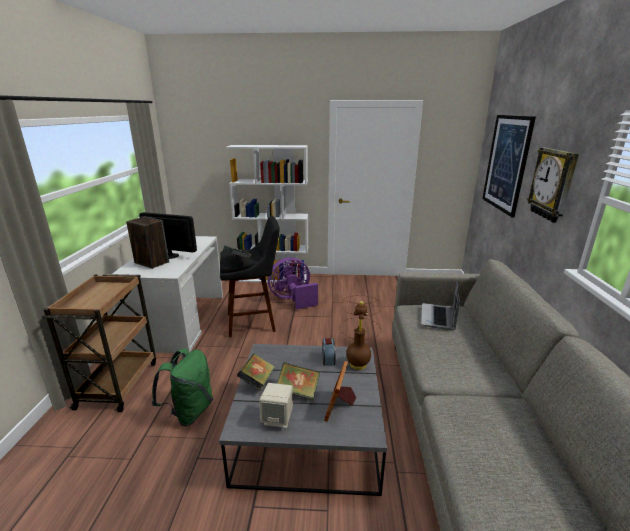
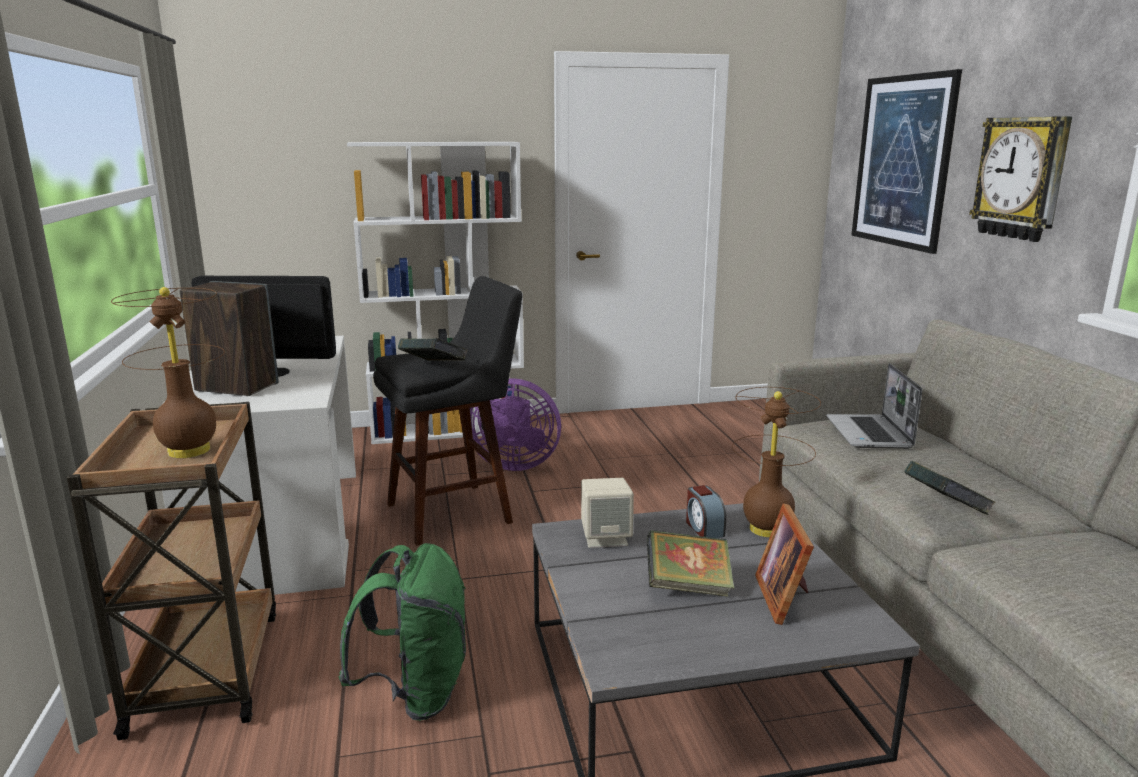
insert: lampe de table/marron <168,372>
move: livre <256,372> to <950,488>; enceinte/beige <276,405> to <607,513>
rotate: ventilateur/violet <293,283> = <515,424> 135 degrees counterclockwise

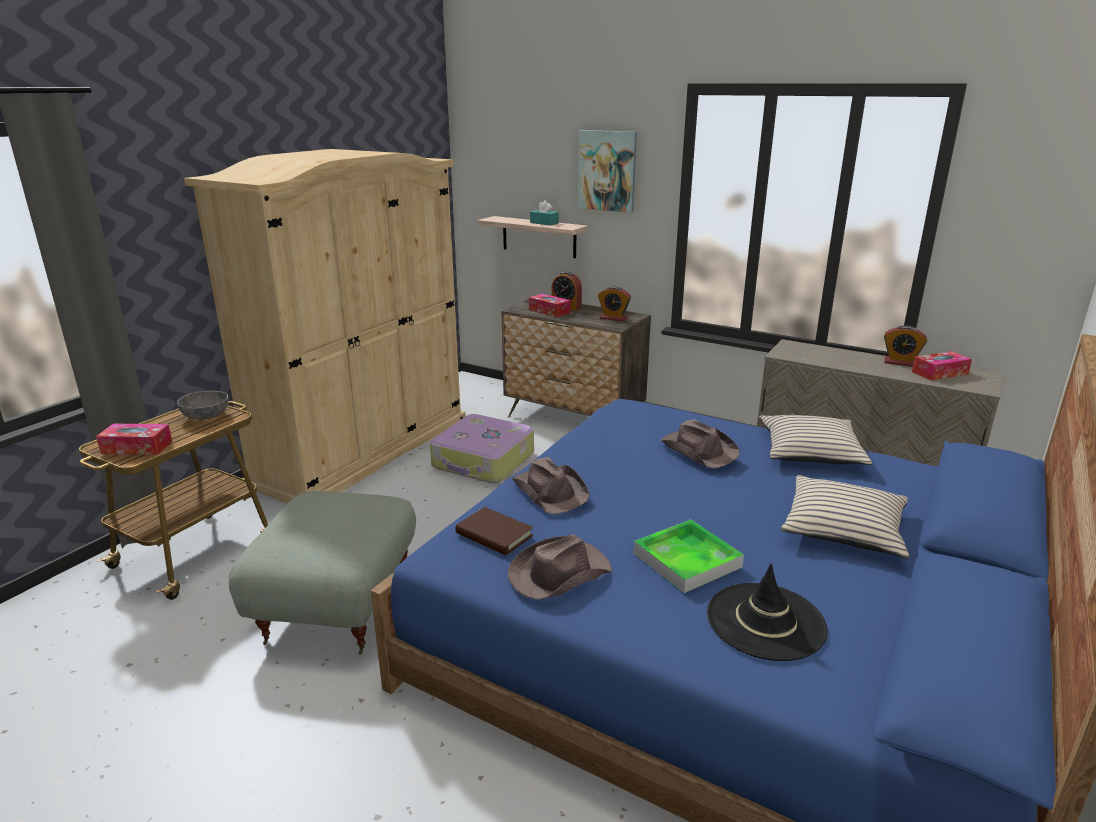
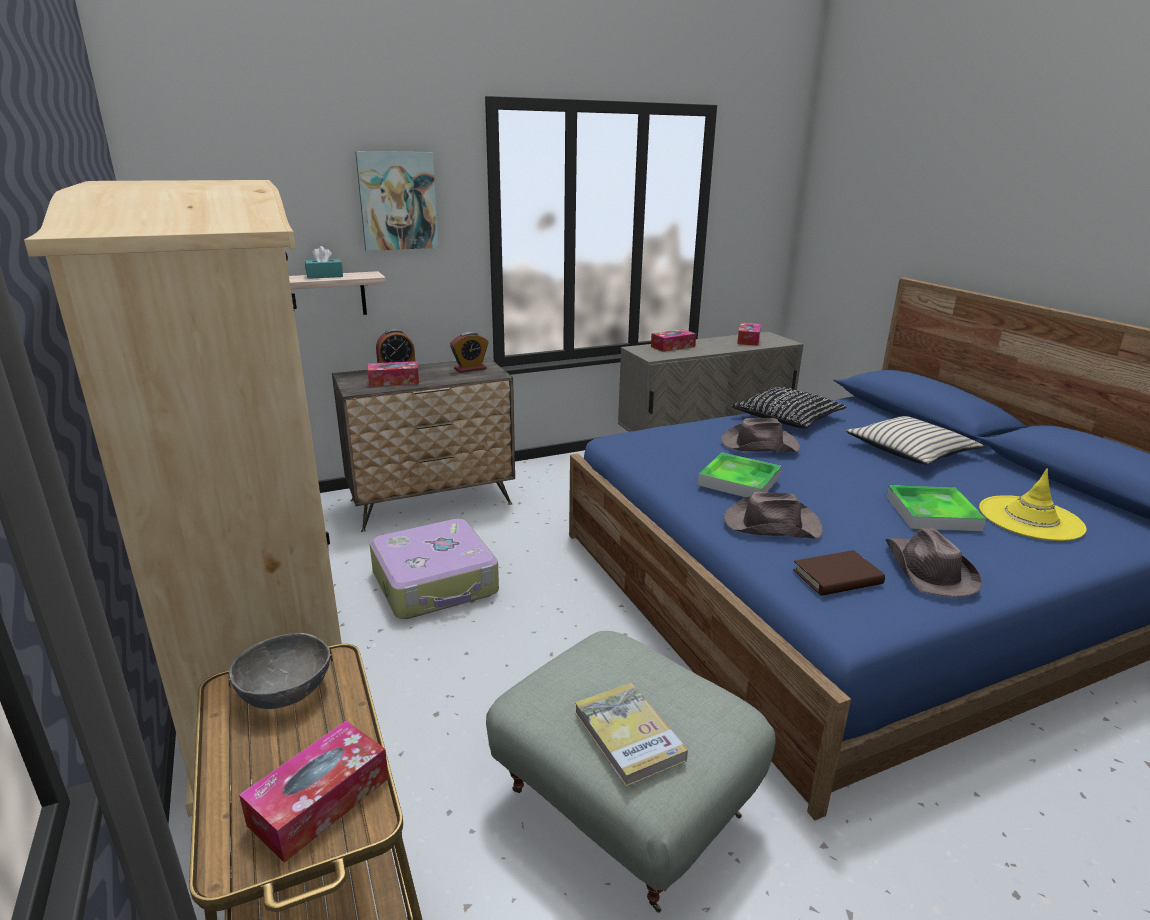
delete: réveil <905,346>
insert: livre <631,735>; boîte à mouchoirs <673,340>; plateau <739,475>
recolor: chapeau/noir <767,612> to chapeau/jaune <1033,504>; coussin/beige <815,440> to coussin/noir <789,408>

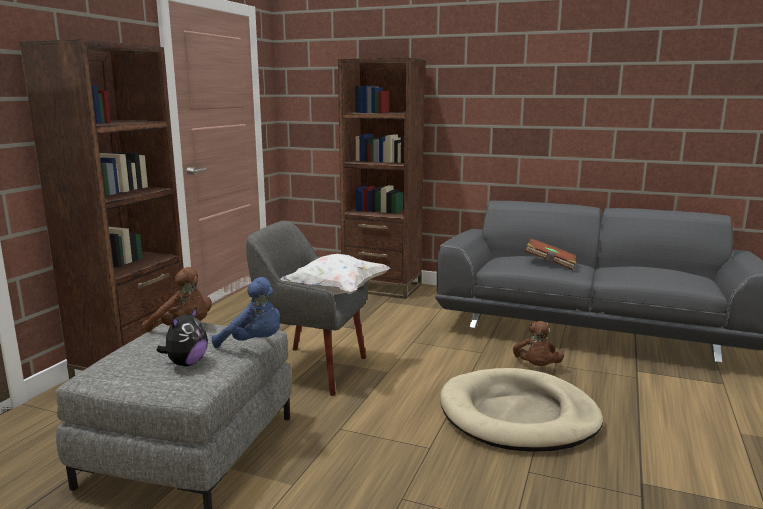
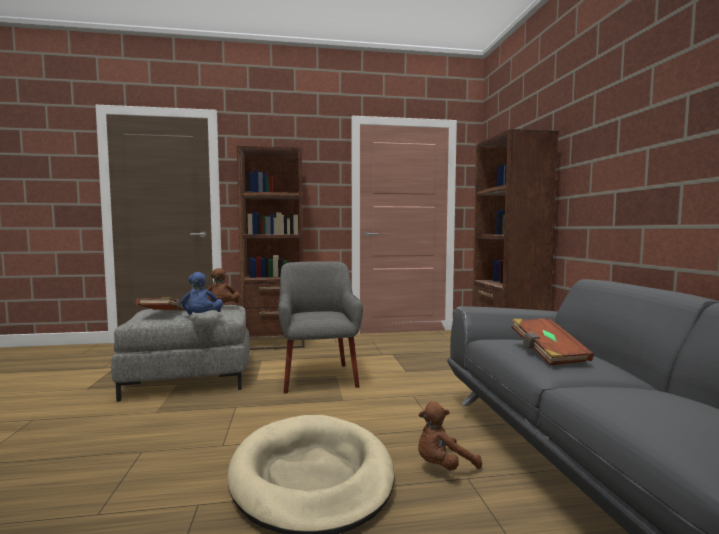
delete: coussin/blanc <335,274>
replace: peluche <182,336> to livre/marron <159,303>

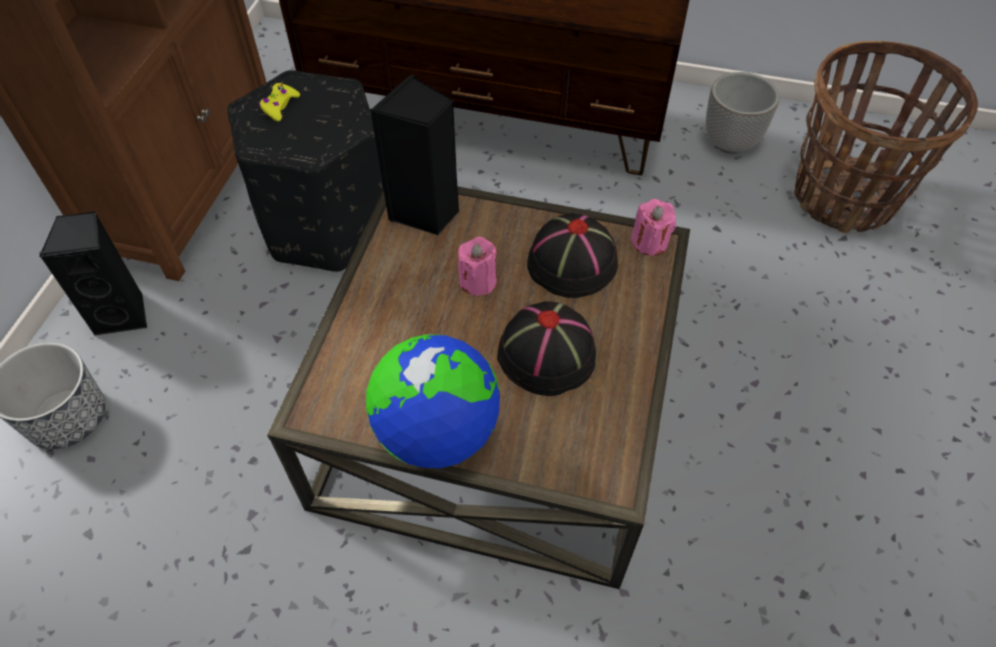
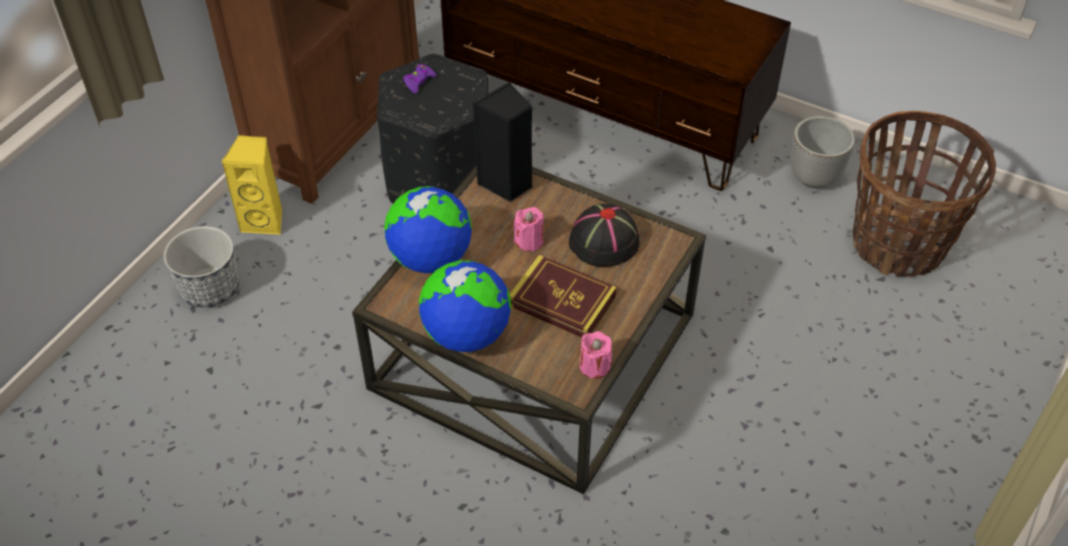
insert: globe <428,229>
move: bougie/rose <653,227> to <595,355>
replace: chapeau/noir <546,348> to livre <562,296>
recolor: enceinte/noir <93,273> to enceinte/jaune <251,185>; manette/jaune <279,102> to manette/violet <420,79>

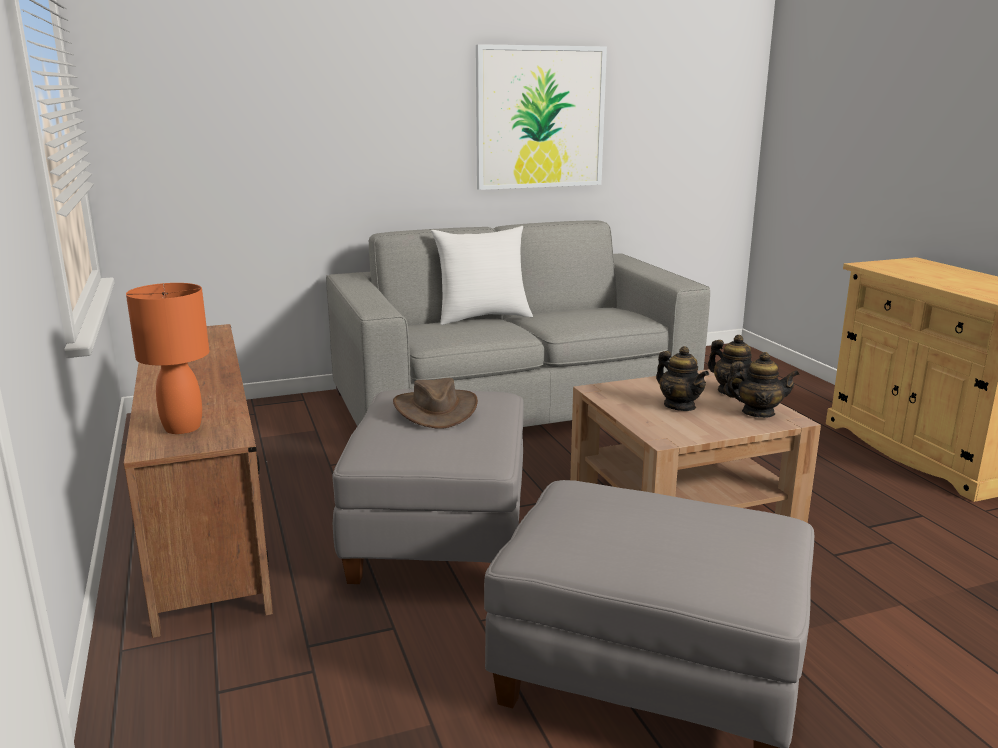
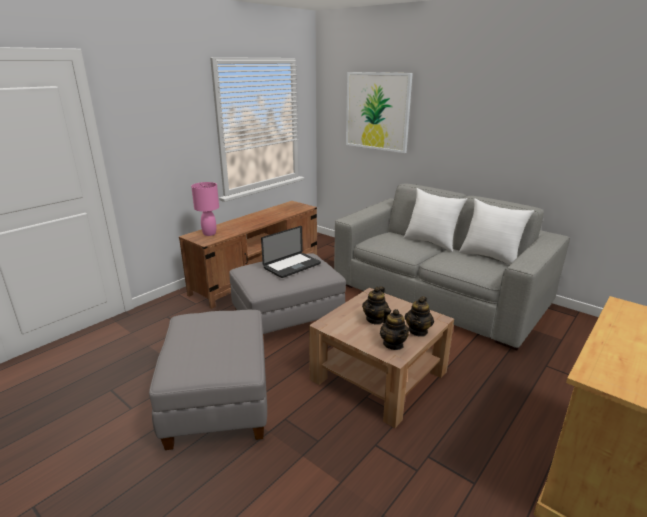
insert: coussin/blanc <496,231>
move: tableau <541,117> to <379,112>
replace: chapeau/marron <435,403> to ordinateur portable <291,252>
recolor: lampe de table/orange <167,358> to lampe de table/rose <205,209>

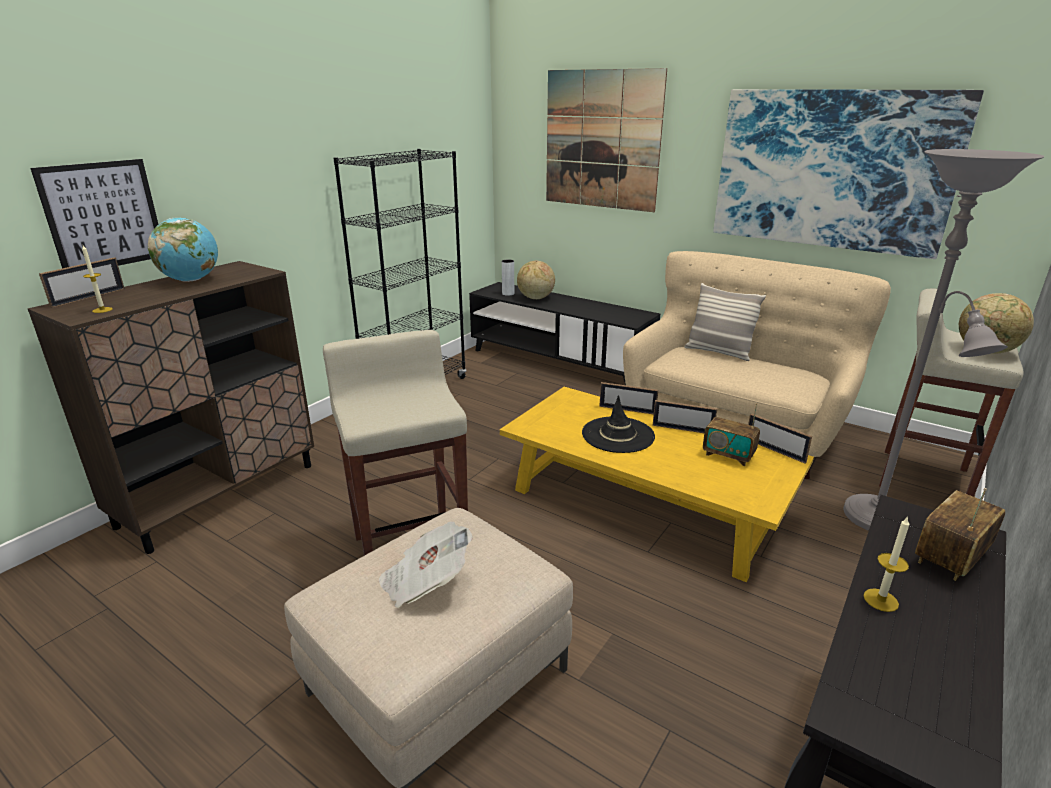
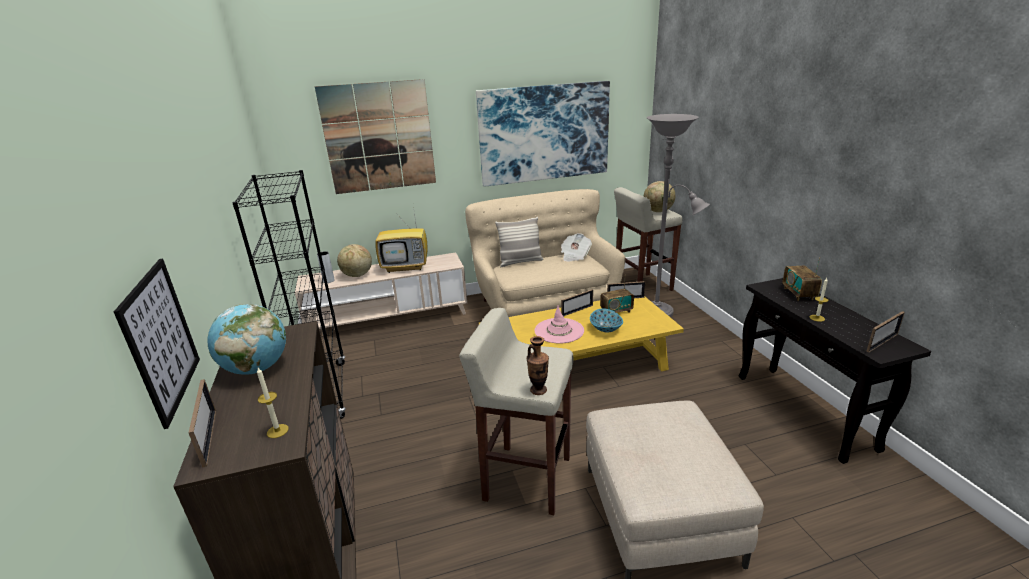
insert: téléviseur <401,239>; vase <538,365>; bol <606,321>
move: journal <425,565> to <576,247>; cadre photo <628,398> to <885,332>
recolor: meuble télé/noir <564,333> to meuble télé/beige <381,291>; chapeau/noir <618,424> to chapeau/rose <559,324>

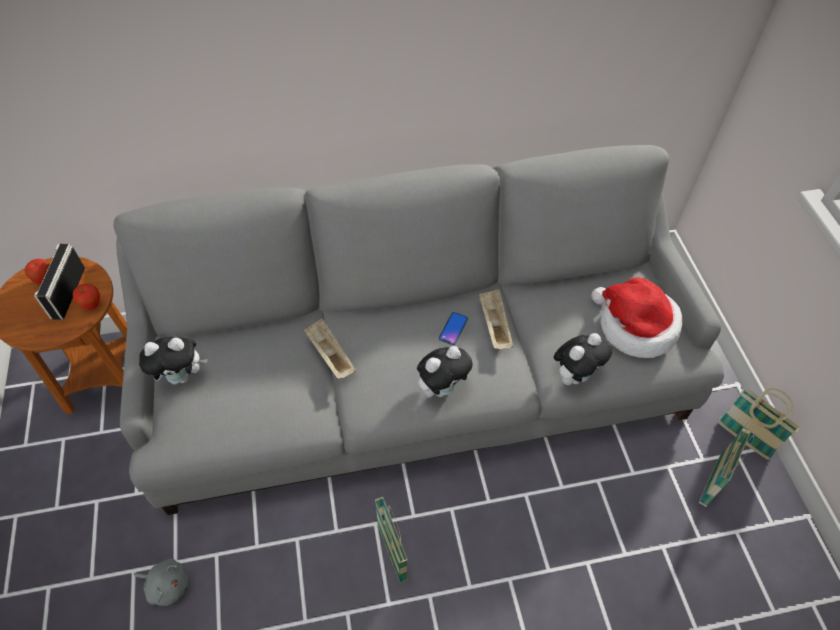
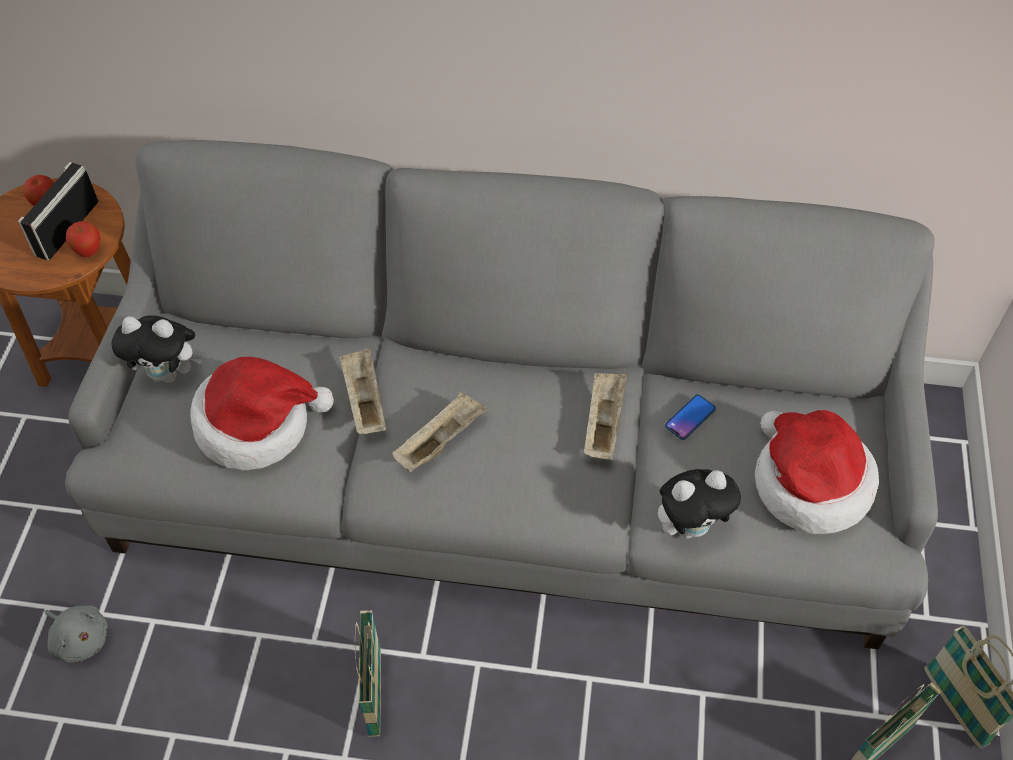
delete: peluche <444,371>
insert: chapeau <262,413>; plateau/beige <440,432>
move: téléphone <453,328> to <690,417>

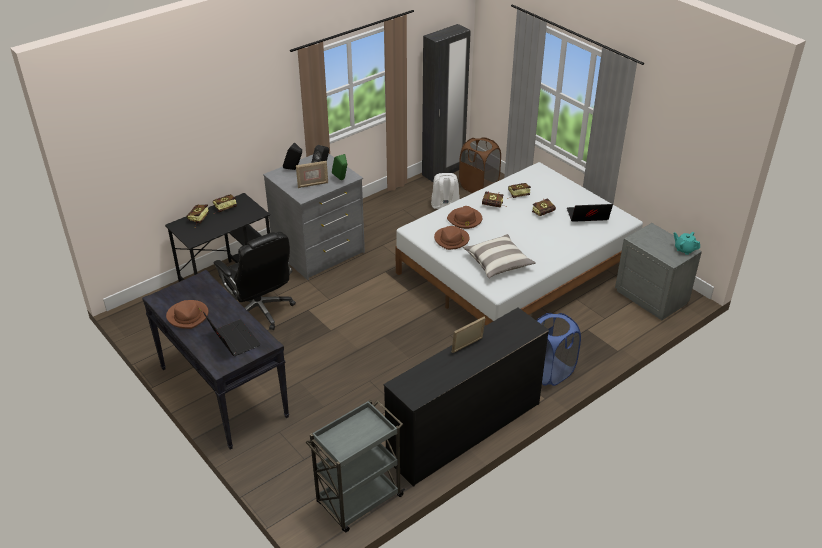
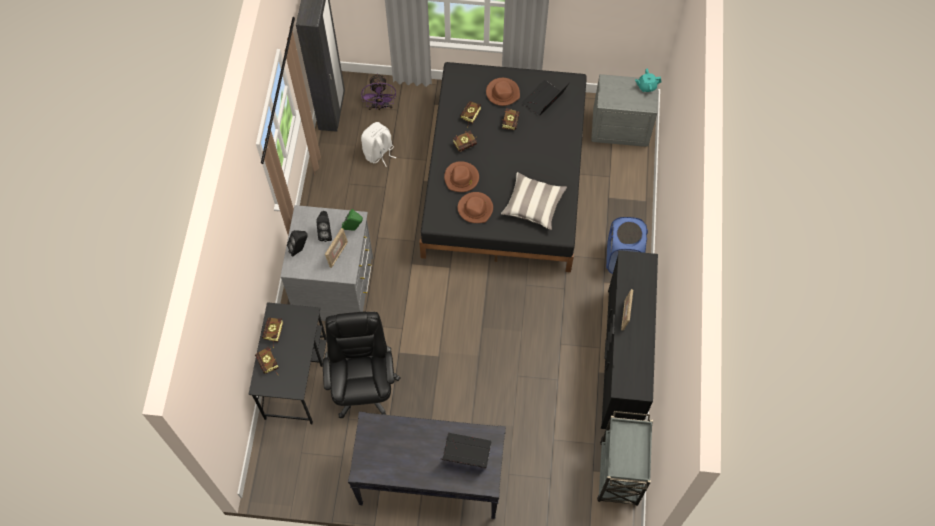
move: chapeau/marron <187,314> to <503,92>
replace: panier à linge/marron <480,165> to ventilateur/violet <378,92>
recolor: lit/blanc <519,243> to lit/noir <503,167>
rotate: chaise de bureau/noir <255,281> = <362,365> 105 degrees counterclockwise

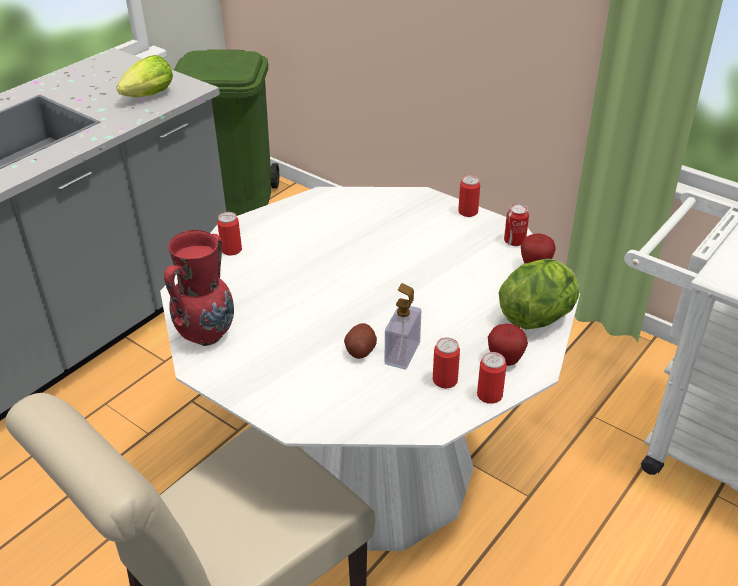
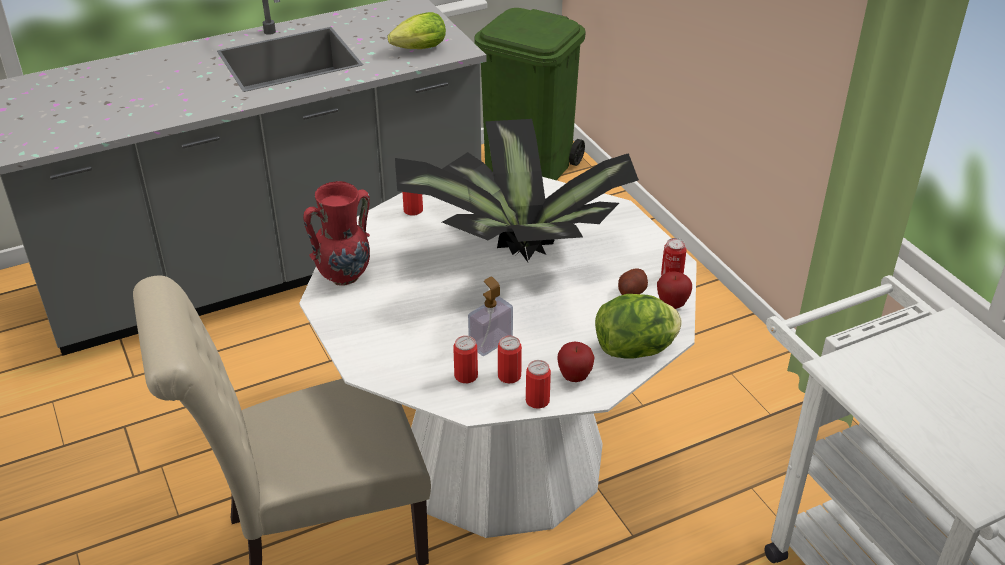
insert: plante en pot <517,190>
move: pomme de terre <360,341> to <633,281>; boîte métallique <469,196> to <465,359>

